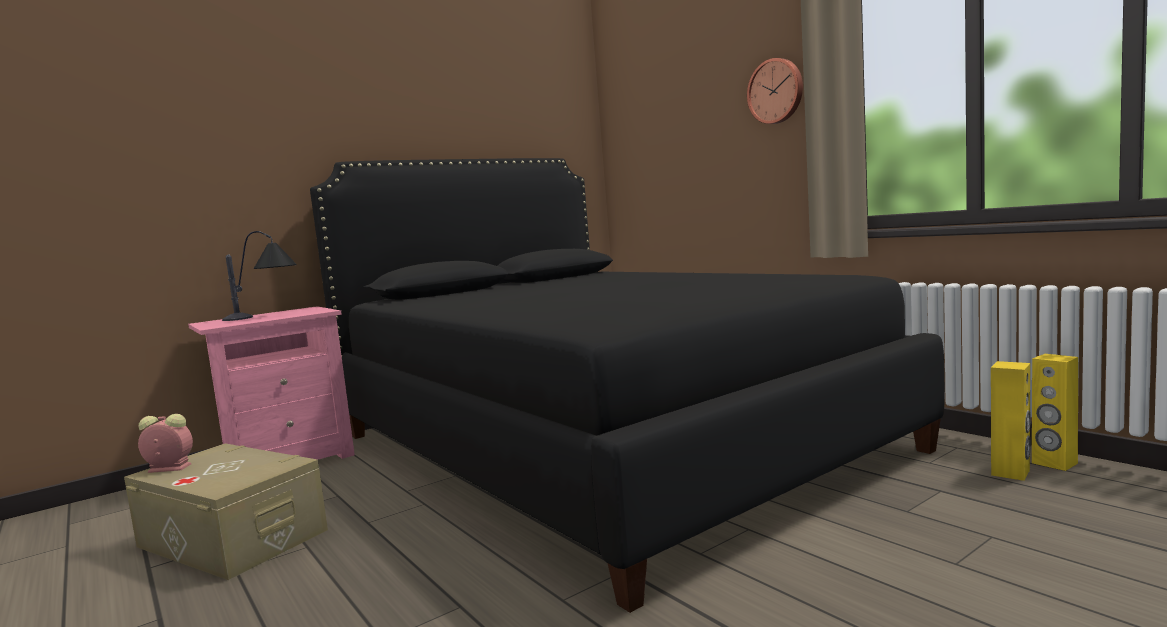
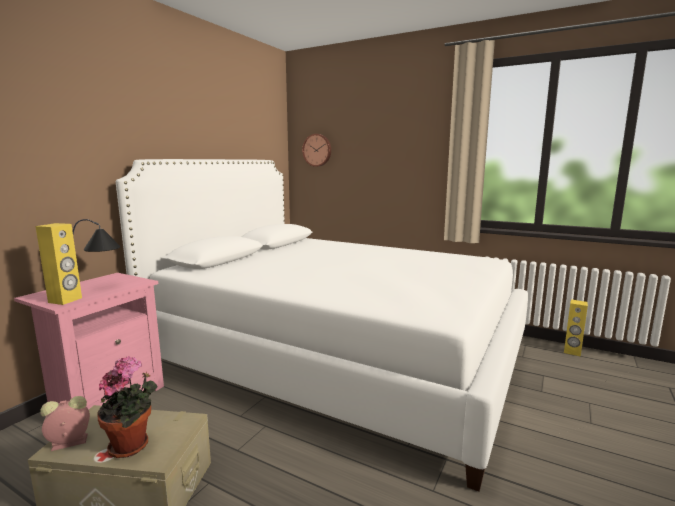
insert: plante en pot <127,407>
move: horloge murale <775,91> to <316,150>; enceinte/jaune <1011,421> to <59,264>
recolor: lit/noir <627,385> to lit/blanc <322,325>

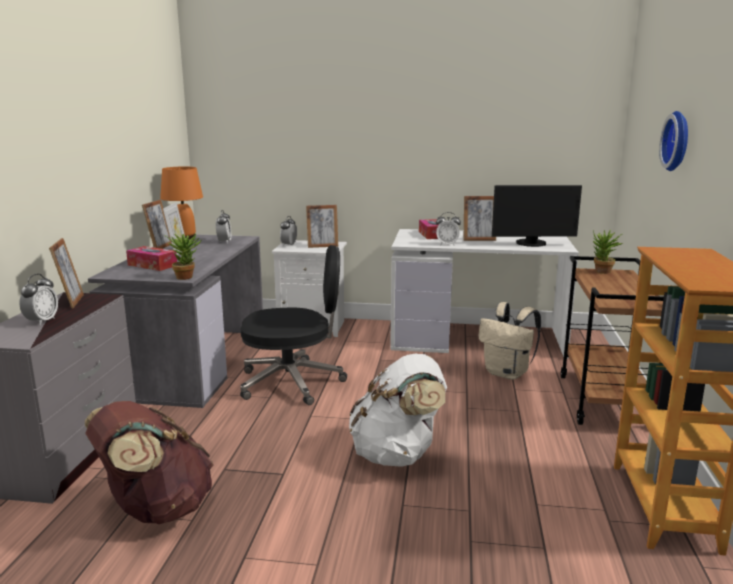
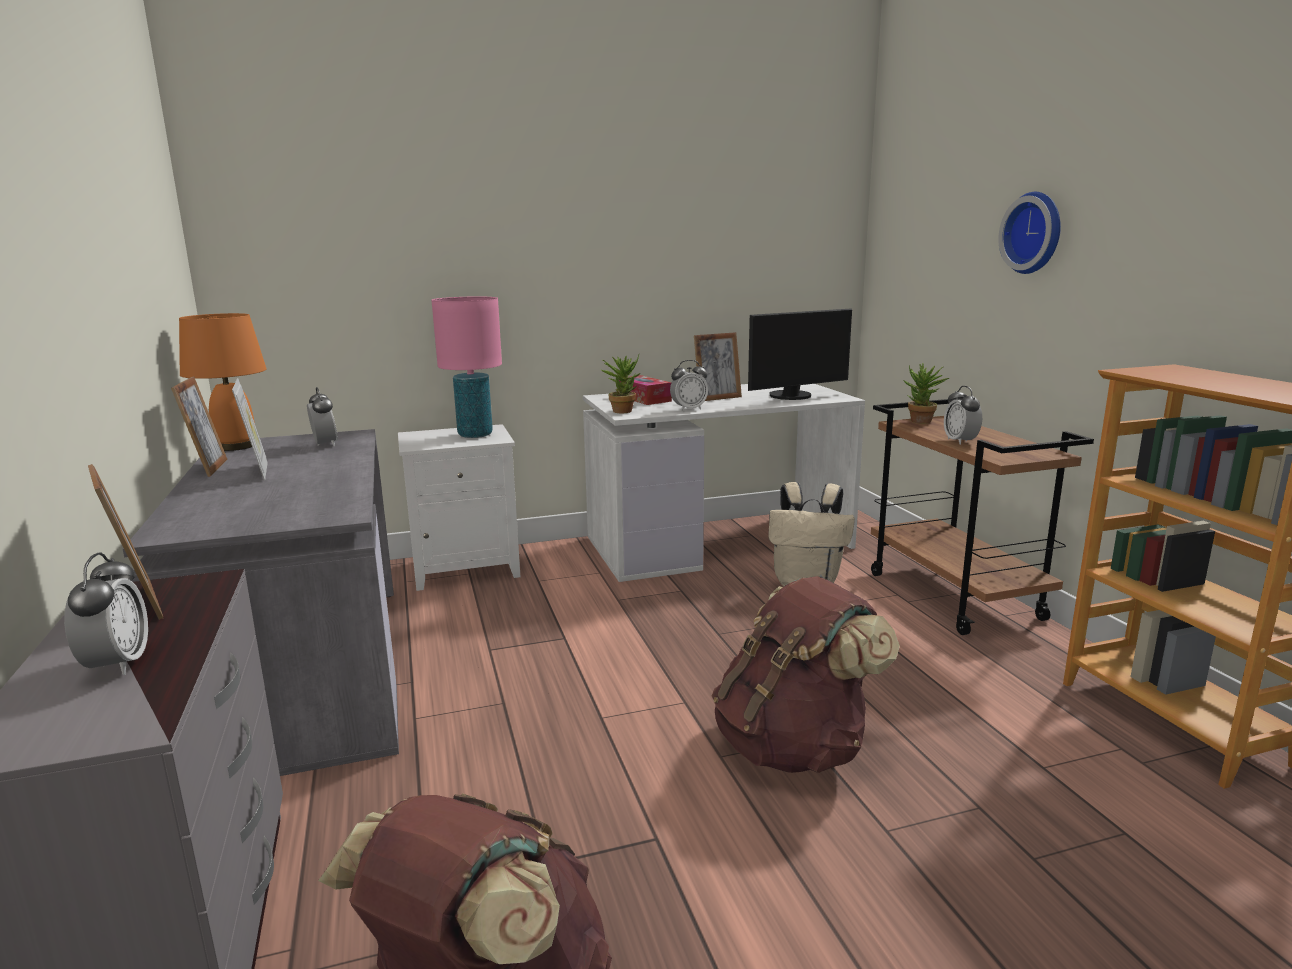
delete: boîte à mouchoirs <151,258>; chaise de bureau/noir <293,325>
move: plante en pot <183,256> to <620,383>; réveil <288,231> to <963,415>
replace: cadre photo <322,226> to lampe de table/rose <466,367>
recolor: sac à dos/blanc <398,410> to sac à dos/marron <806,674>

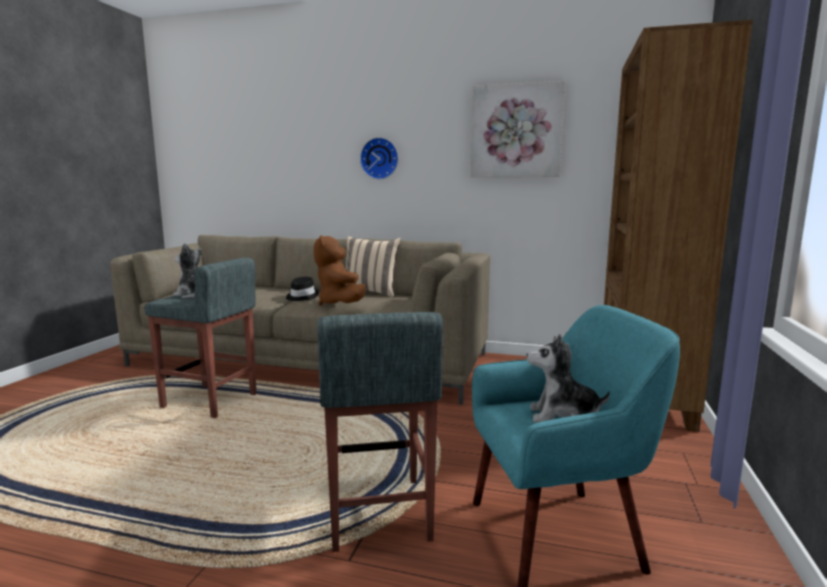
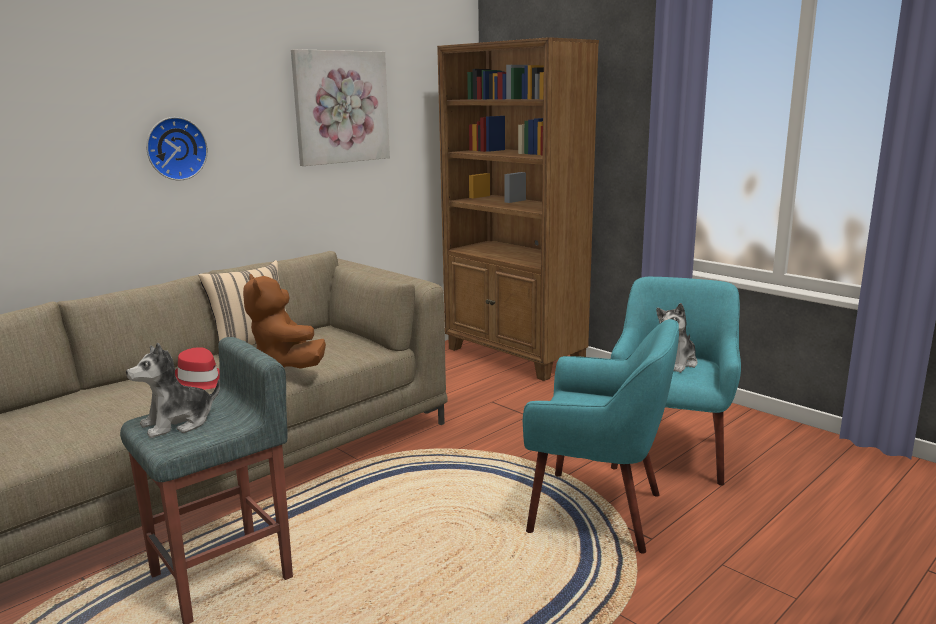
replace: tabouret/gris <380,432> to fauteuil/turquoise <601,436>
recolor: chapeau/noir <302,289> to chapeau/rouge <197,368>
rotate: peluche/marron <340,270> = <284,321> 45 degrees clockwise

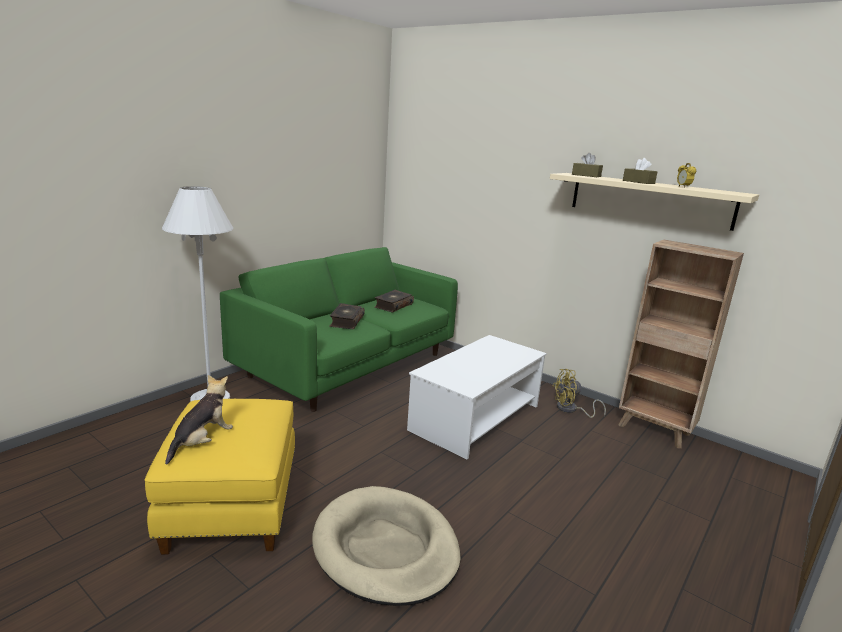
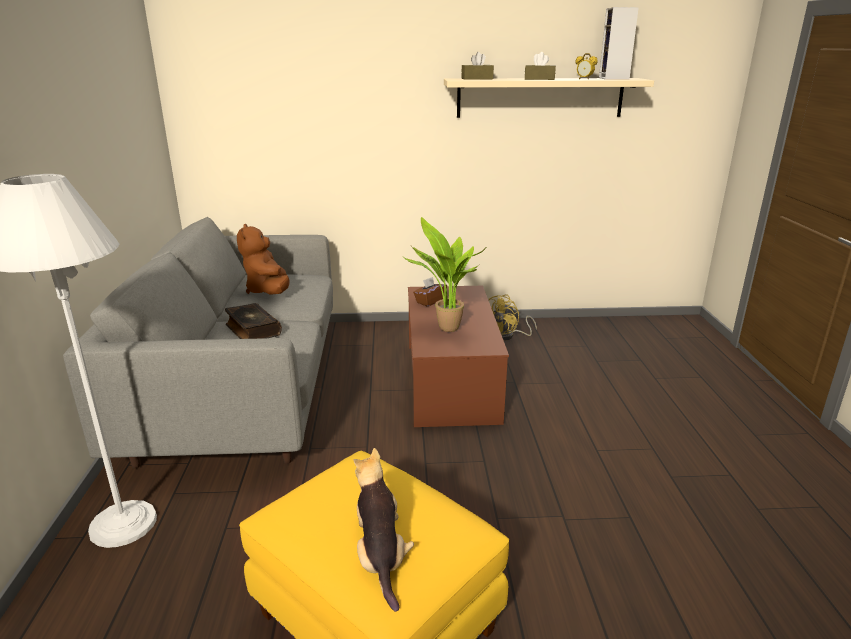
delete: panier pour chien/beige <386,546>; bibliothèque/marron <681,344>
insert: plante en pot <445,274>; boîte à mouchoirs/marron <430,291>; enceinte <619,43>
replace: livre <394,301> to peluche/marron <263,259>
recolor: canapé/vert <339,329> to canapé/gris <198,342>; table basse/blanc <477,397> to table basse/marron <458,356>

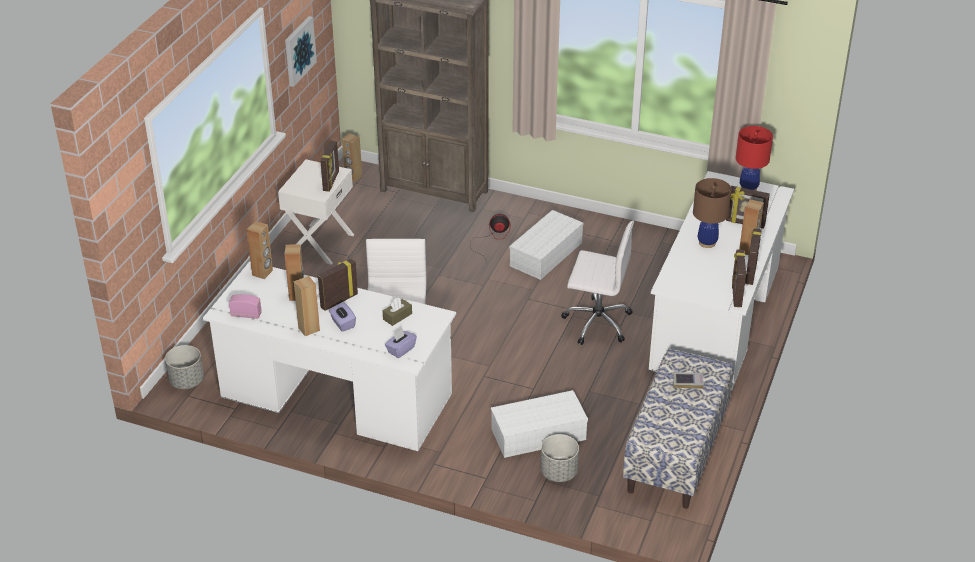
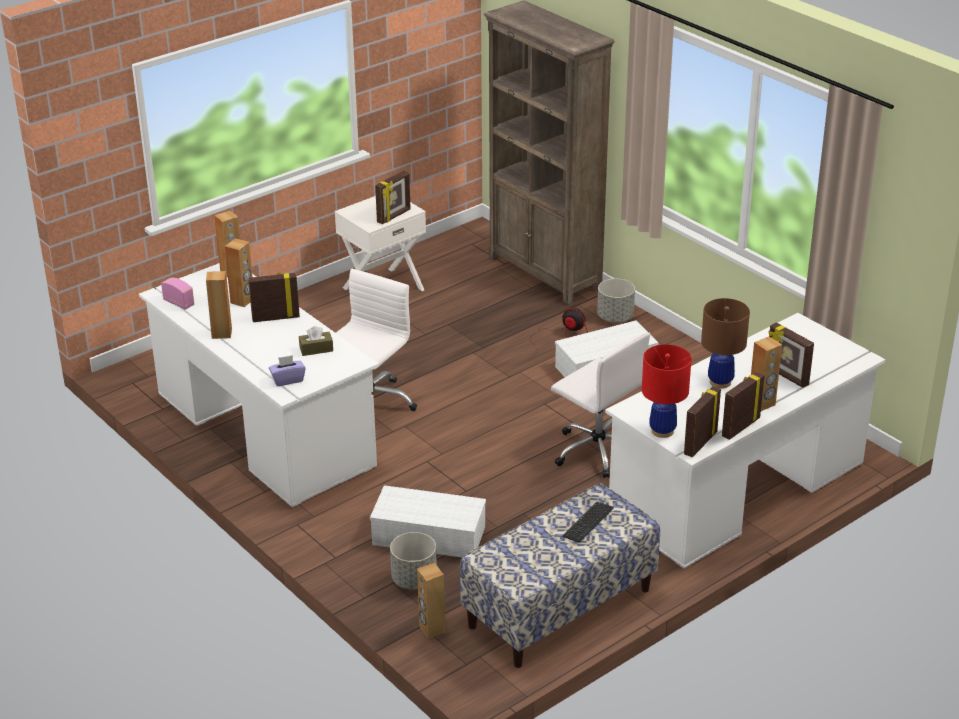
delete: tableau <301,51>; boîte à mouchoirs/violet <342,317>
move: cache-pot/gris <184,367> to <616,300>; enceinte/marron <352,157> to <431,601>; lampe de table/rouge <754,158> to <666,391>
replace: livre <688,380> to clavier <588,522>

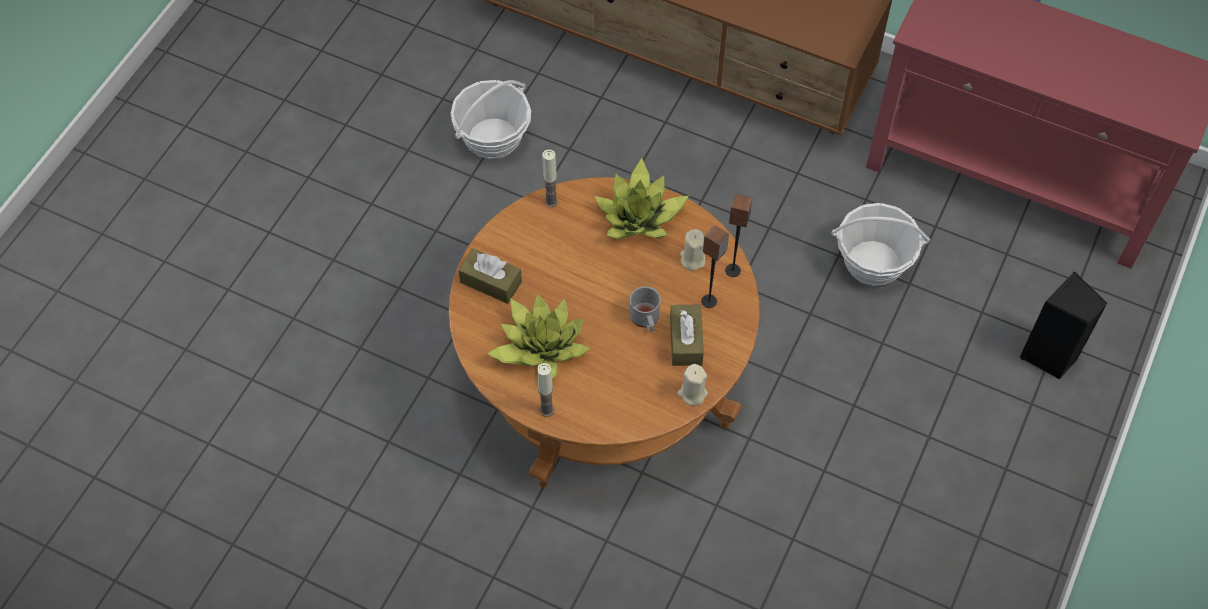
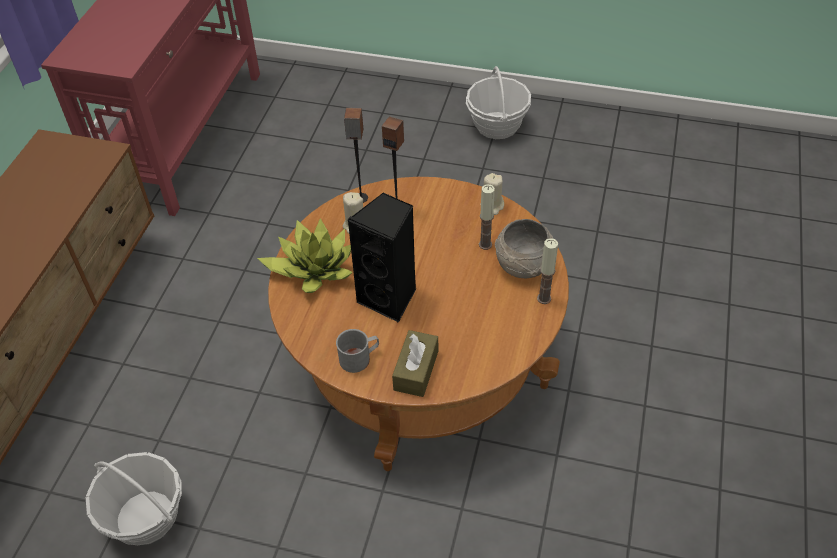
delete: plante en pot <538,336>; boîte à mouchoirs/marron <687,335>
insert: bol/gris <524,248>
move: bougie <550,178> to <487,217>; mug/gris <645,308> to <357,351>; panier <881,244> to <498,102>; enceinte/noir <1064,325> to <381,257>

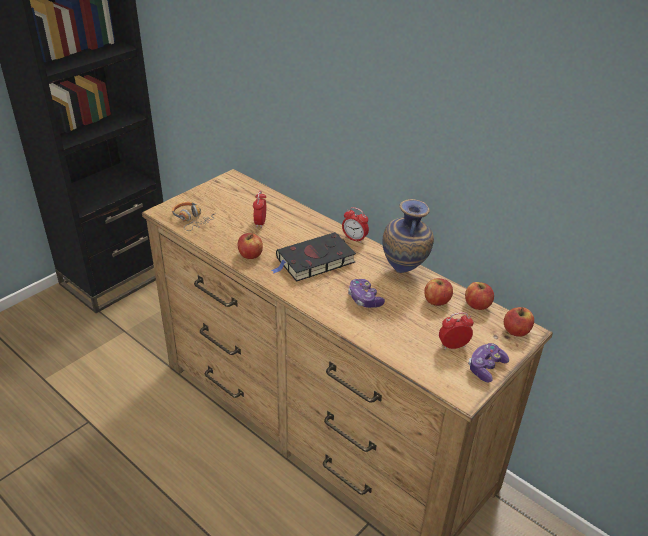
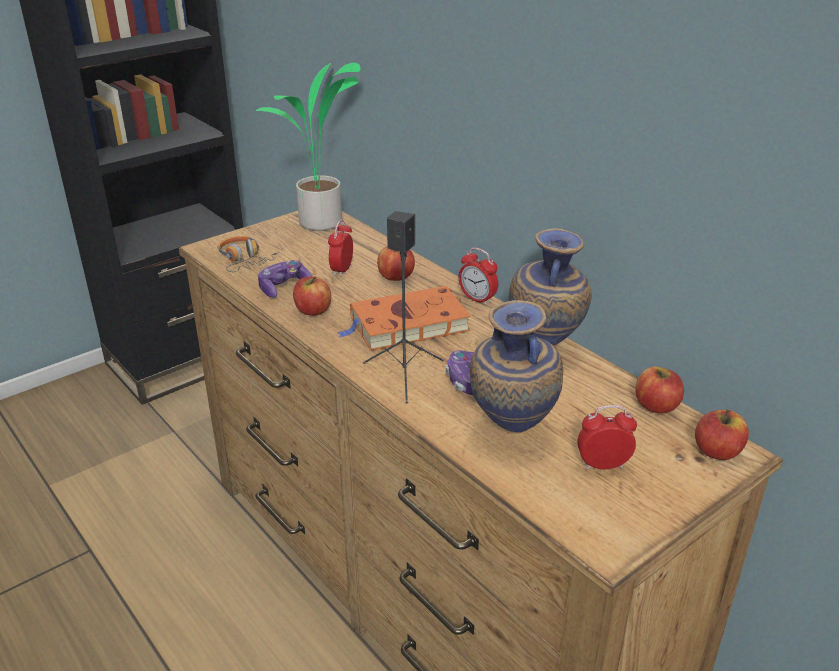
insert: plante en pot <308,147>; enceinte/noir <403,307>; vase <516,366>
move: pomme <438,292> to <396,263>; manette <488,362> to <285,279>
recolor: livre/noir <313,257> to livre/orange <404,318>

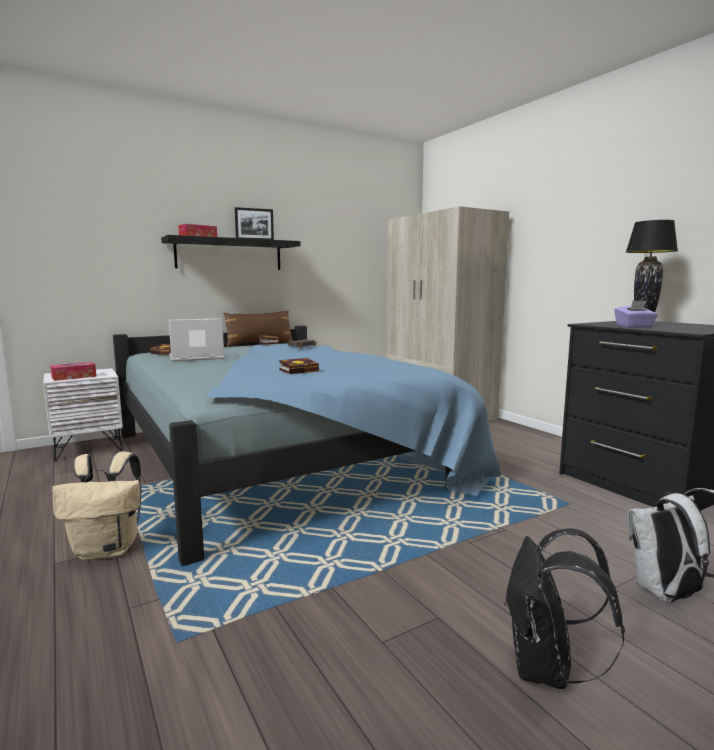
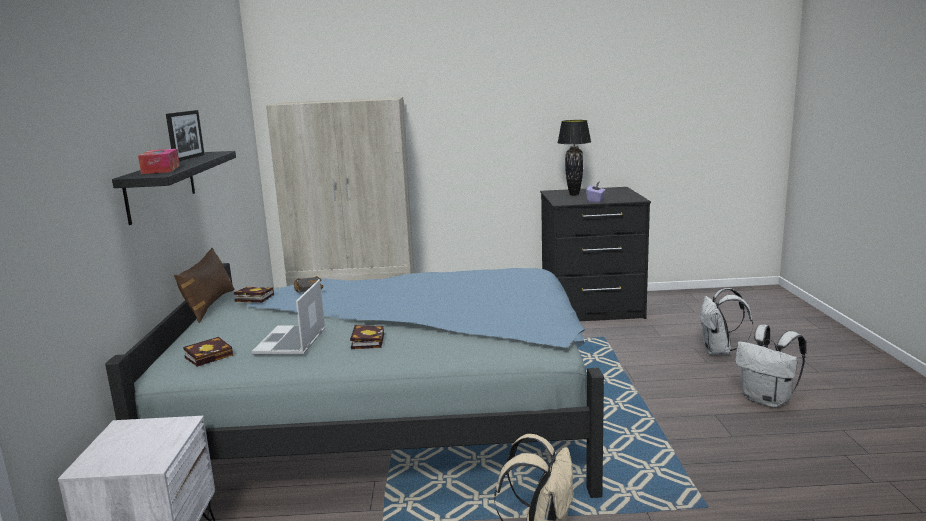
delete: boîte à mouchoirs <73,371>
move: livre <299,366> to <367,337>
recolor: sac à dos/noir <564,608> to sac à dos/blanc <770,366>

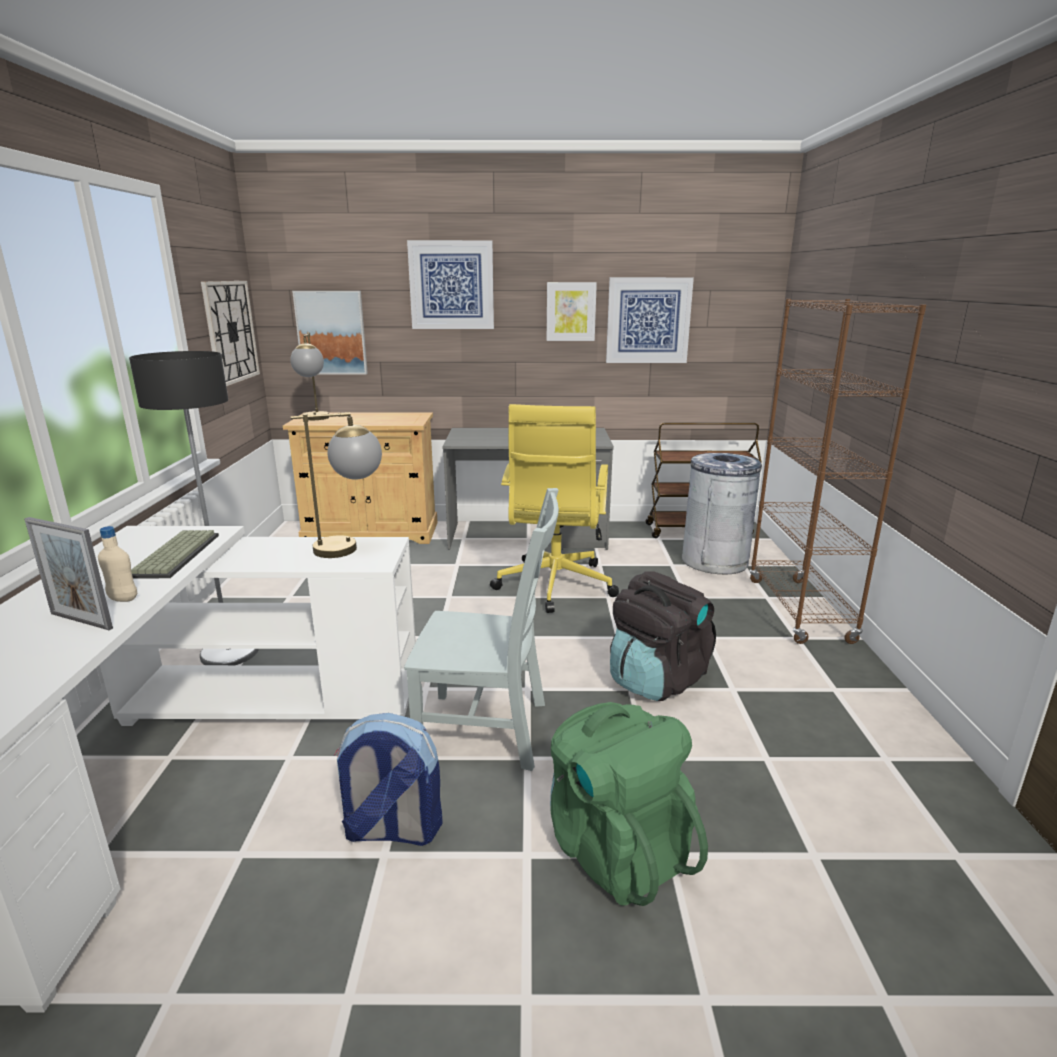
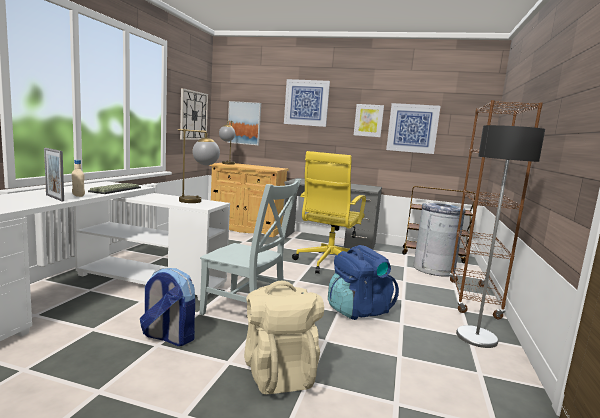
move: lampadaire <194,508> to <500,236>
recolor: sac à dos/vert <629,804> to sac à dos/beige <284,337>; sac à dos/noir <663,636> to sac à dos/bleu <363,282>

